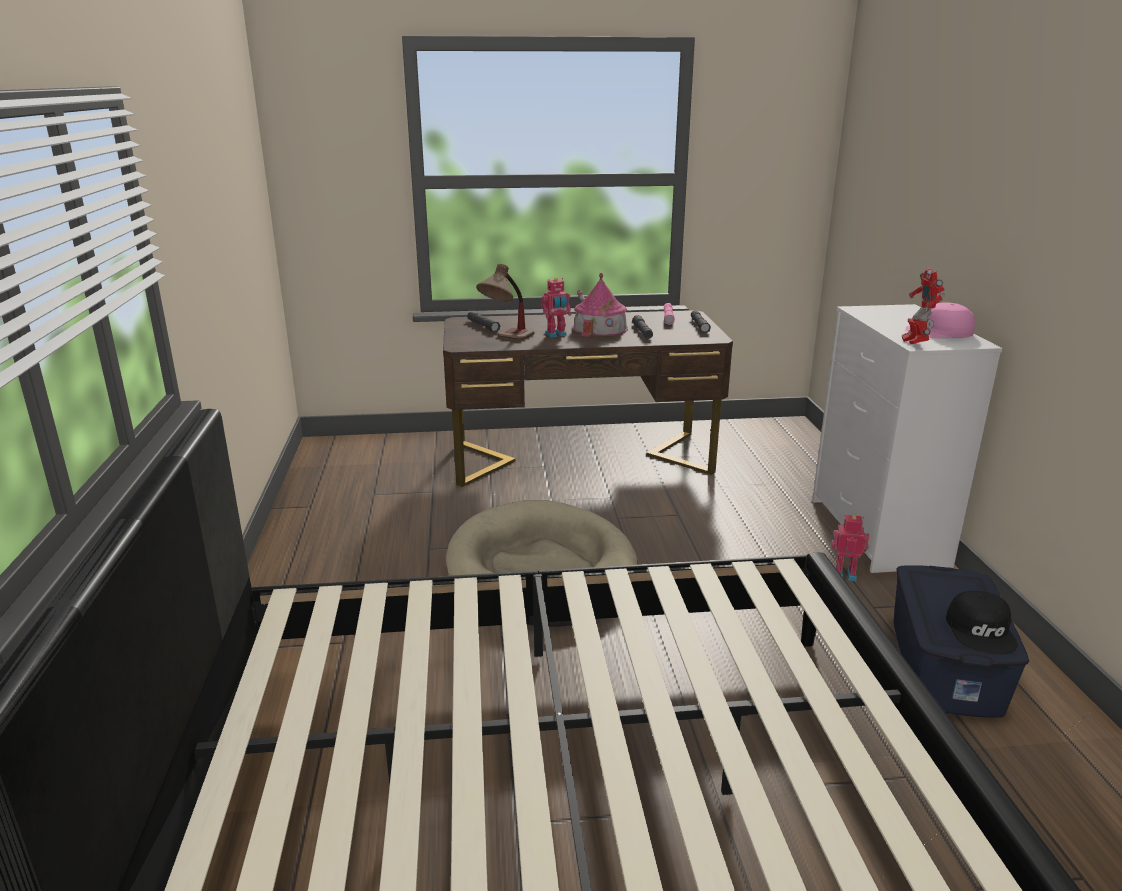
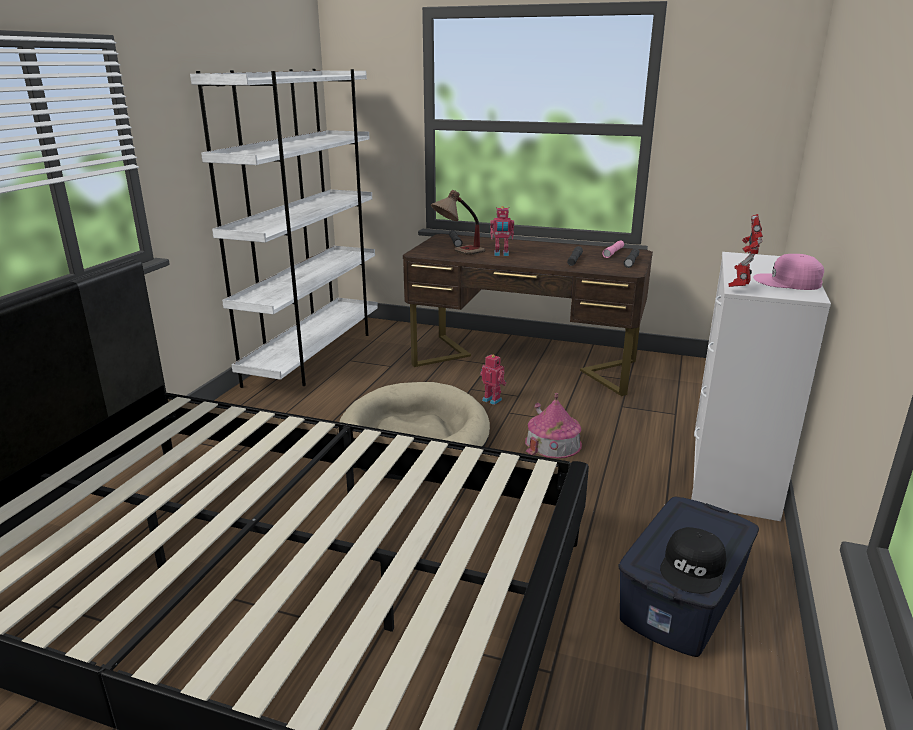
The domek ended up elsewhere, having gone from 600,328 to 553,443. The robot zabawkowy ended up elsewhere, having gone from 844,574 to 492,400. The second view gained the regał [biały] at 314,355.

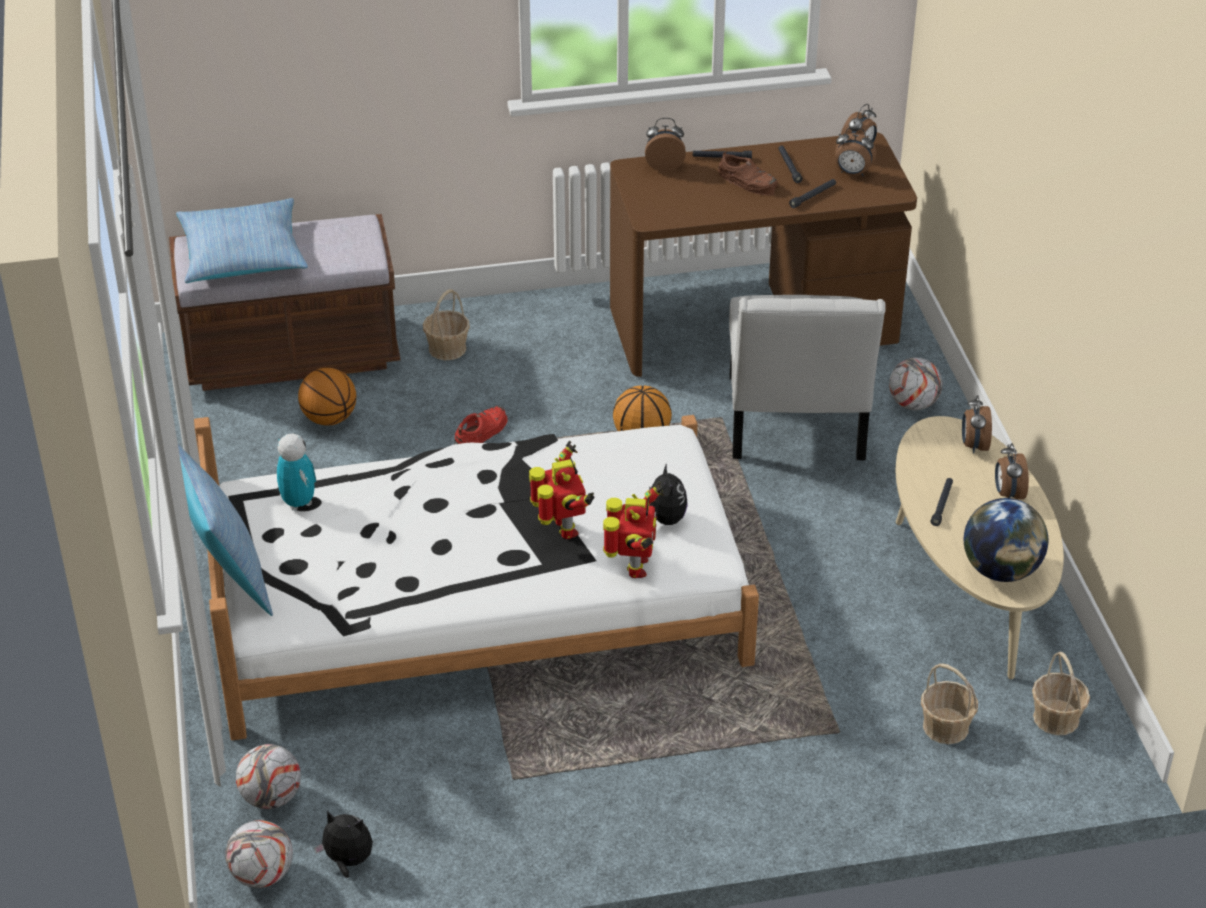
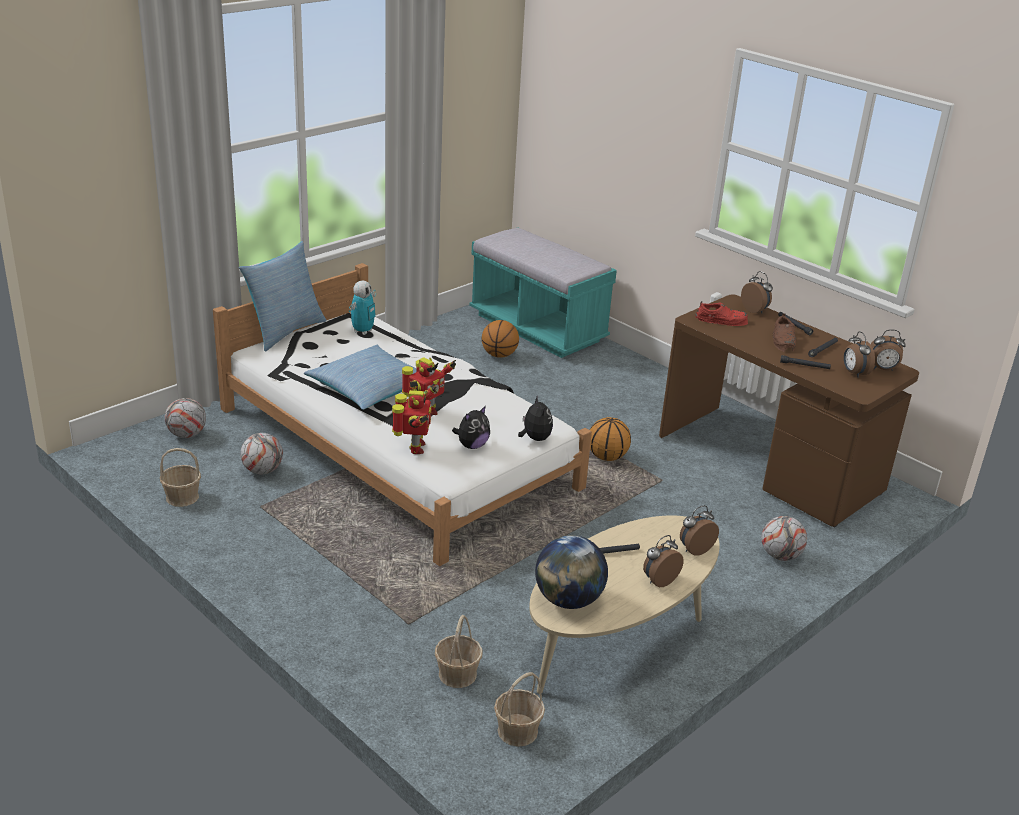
The poduszka ended up elsewhere, having gone from 242,254 to 370,388. What was the ławka [brązowy] at 291,354 turned into the ławka [turkusowy] at 537,328. The koszyk ended up elsewhere, having gone from 447,348 to 182,497. The second view lost the krzesło [biały] at 795,424. The but [czerwony] ended up elsewhere, having gone from 481,431 to 721,320. The robot zabawkowy at 634,567 ended up facing another way, 60 degrees counterclockwise from before. The pluszak ended up elsewhere, having gone from 347,861 to 535,438. The piłka futbolowa ended up elsewhere, having gone from 262,875 to 262,471.

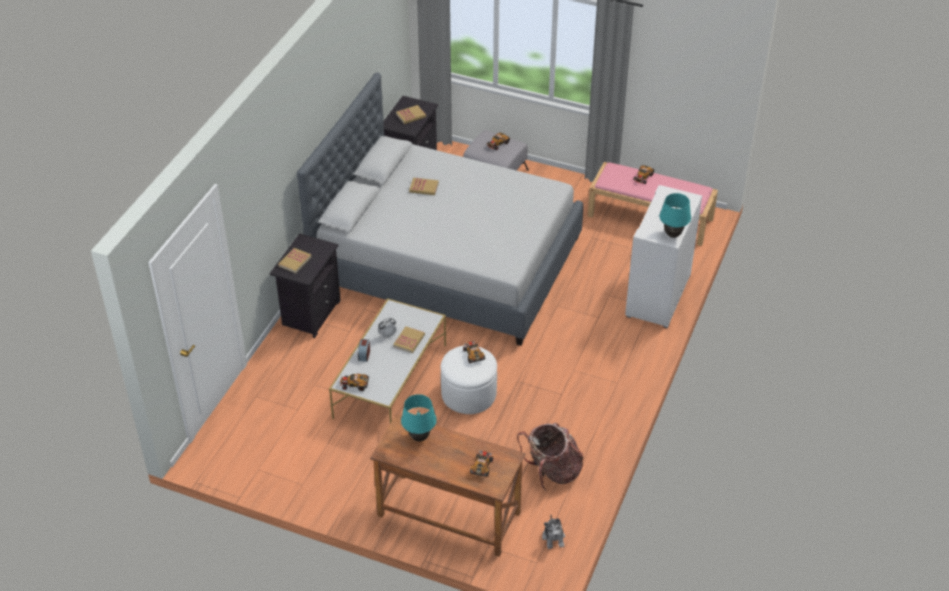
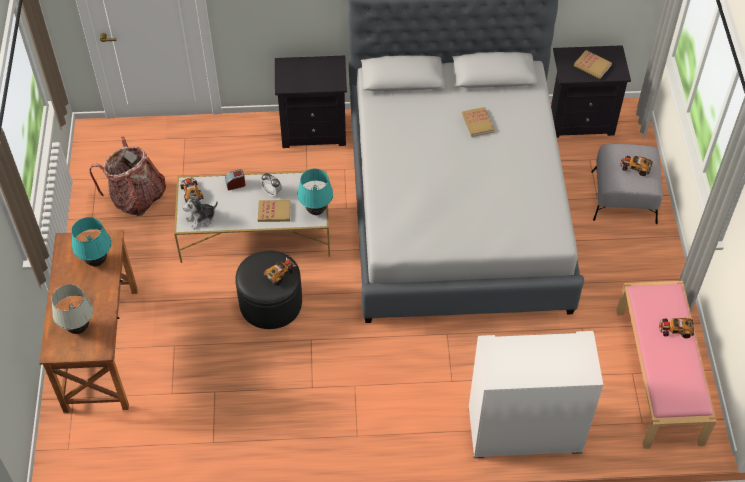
The lampa stołowa [turkusowy] ended up elsewhere, having gone from 673,235 to 316,211. The second view lost the książka at 295,261. What was the pufa [biały] at 468,394 turned into the pufa [czarny] at 271,303. The plecak ended up elsewhere, having gone from 552,471 to 136,197. Where the samochodzik stood at 482,466, the lampa stołowa [biały] came to stand at 78,328. The pluszak ended up elsewhere, having gone from 553,537 to 201,219.

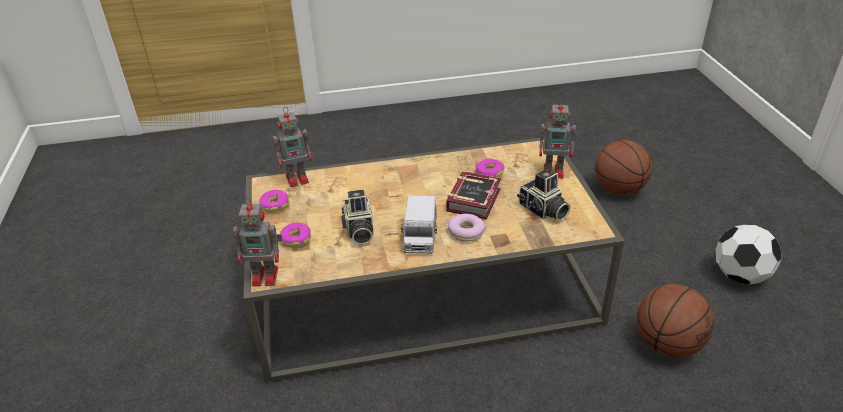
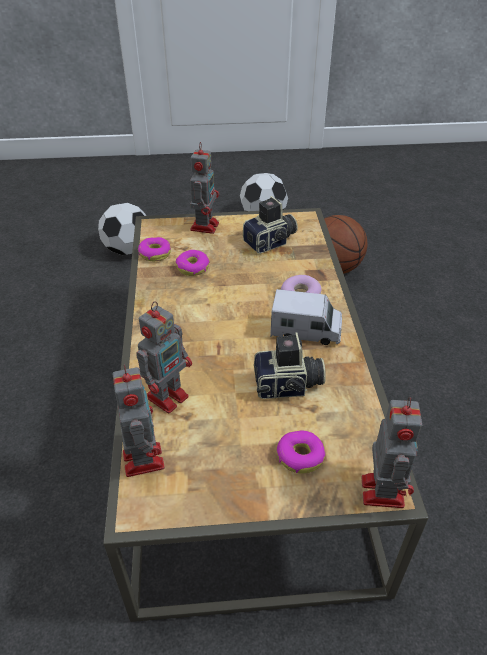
Where the piłka do koszykówki stood at 618,189, the piłka futbolowa came to stand at 128,250. The second view lost the książka at 476,199. The donut ended up elsewhere, having gone from 274,205 to 155,253. The second view gained the robot zabawkowy at 168,395.

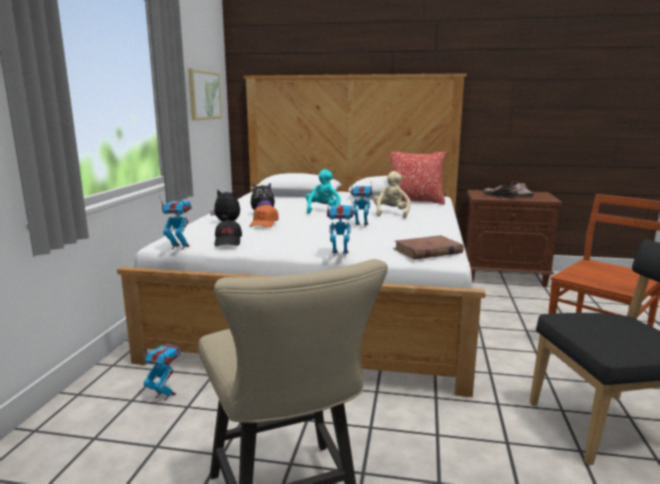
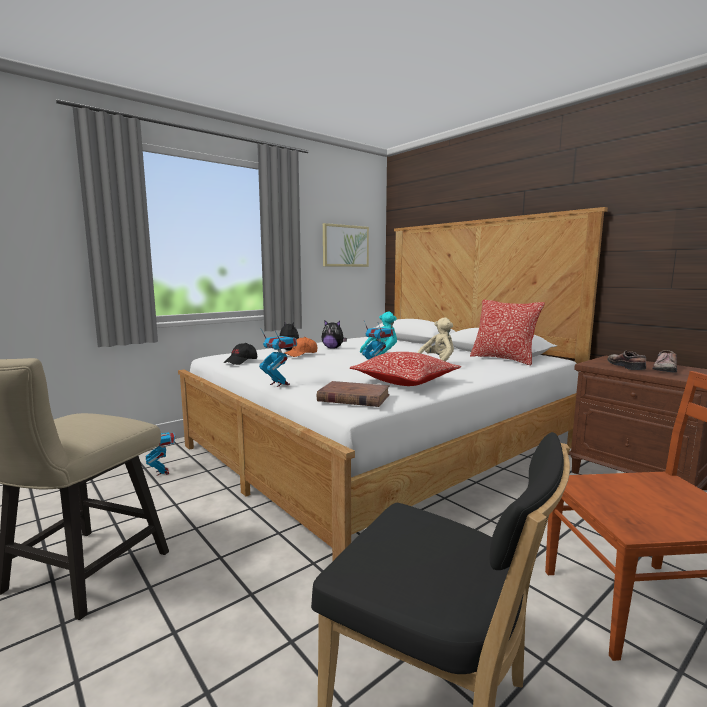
The second view lost the robot zabawkowy at 179,247. The second view gained the poduszka at 405,381.

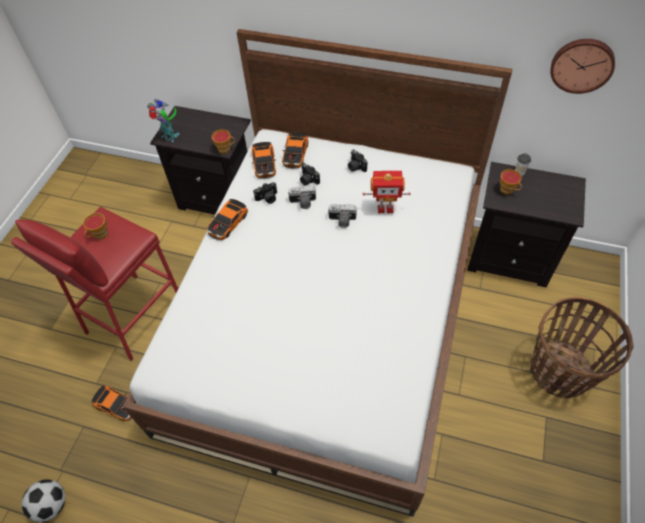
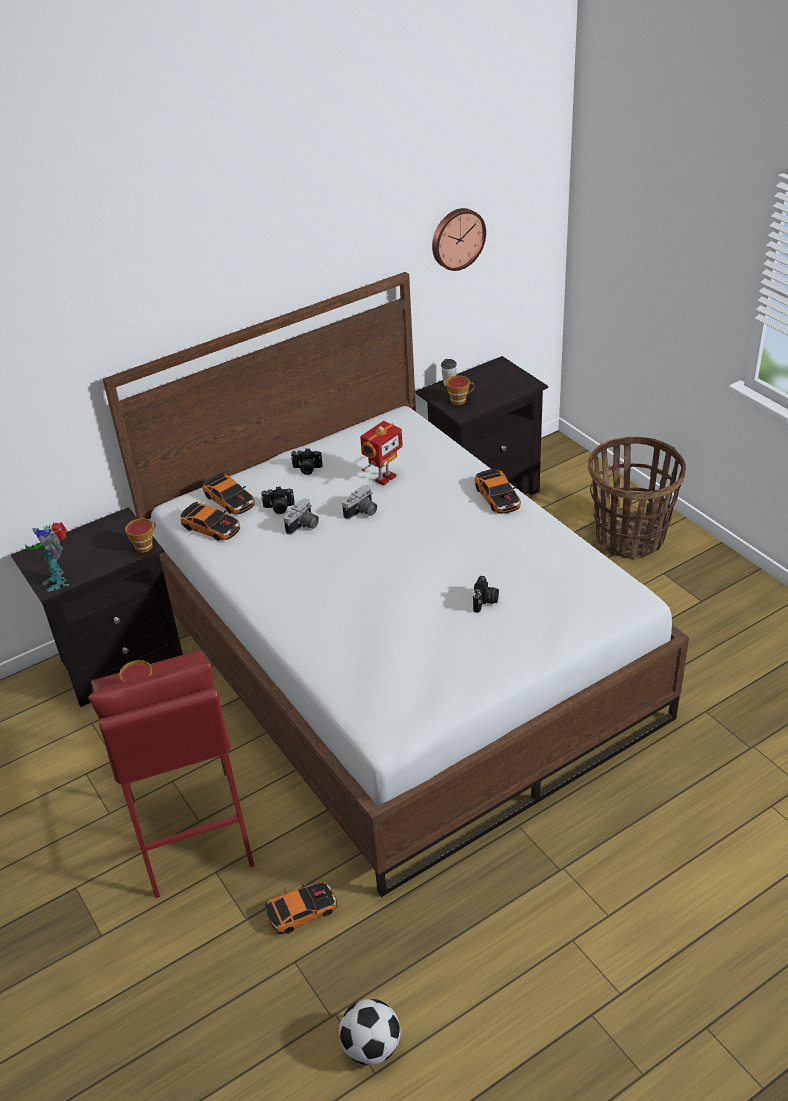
The robot zabawkowy at 170,137 ended up facing another way, 105 degrees counterclockwise from before. The aparat fotograficzny ended up elsewhere, having gone from 267,198 to 485,601. The samochodzik ended up elsewhere, having gone from 228,223 to 498,496.

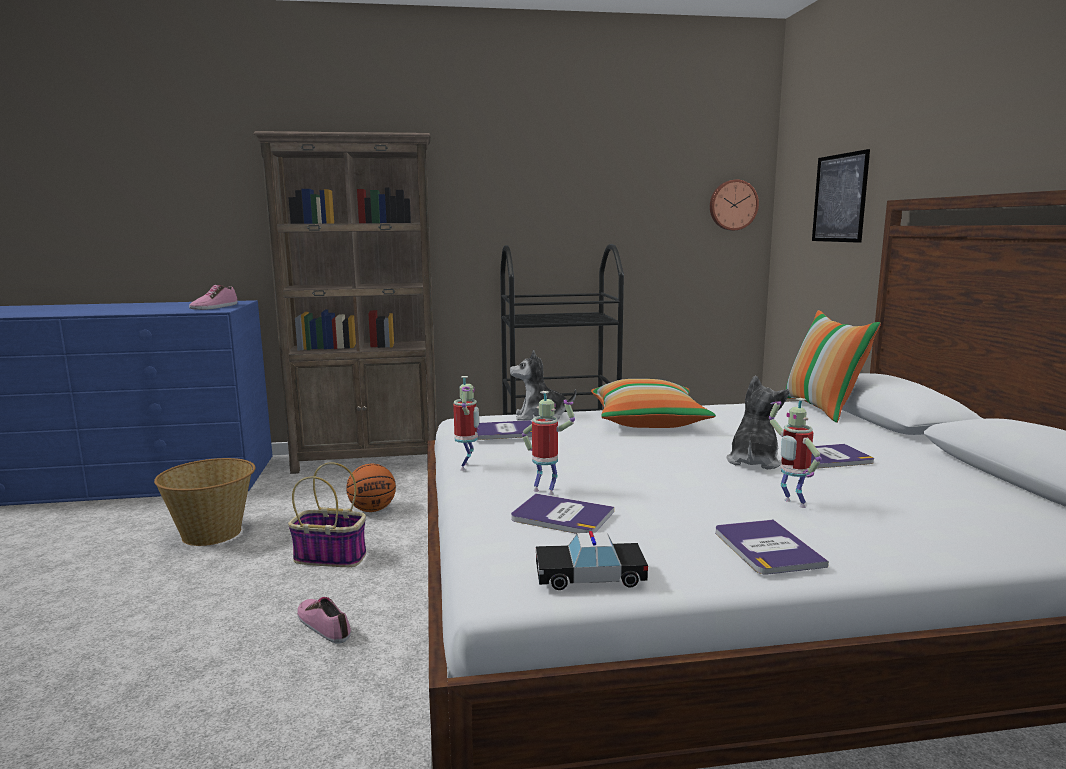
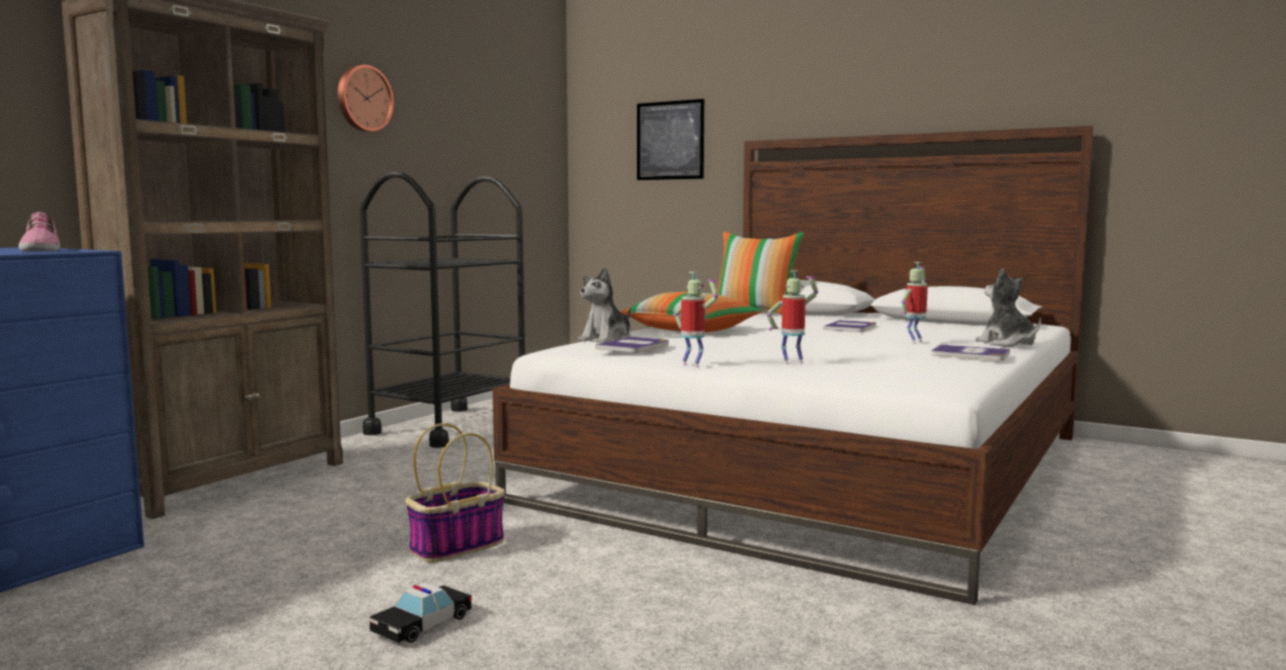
The zegar ścienny ended up elsewhere, having gone from 732,205 to 363,98. The pluszak ended up elsewhere, having gone from 753,461 to 1007,344. The robot zabawkowy at 791,504 ended up facing another way, 120 degrees clockwise from before. The second view lost the koszyk at 213,533. The second view lost the piłka do koszykówki at 372,510. The second view lost the książka at 561,516. The samochodzik ended up elsewhere, having gone from 590,576 to 422,624. The second view lost the but at 324,625.

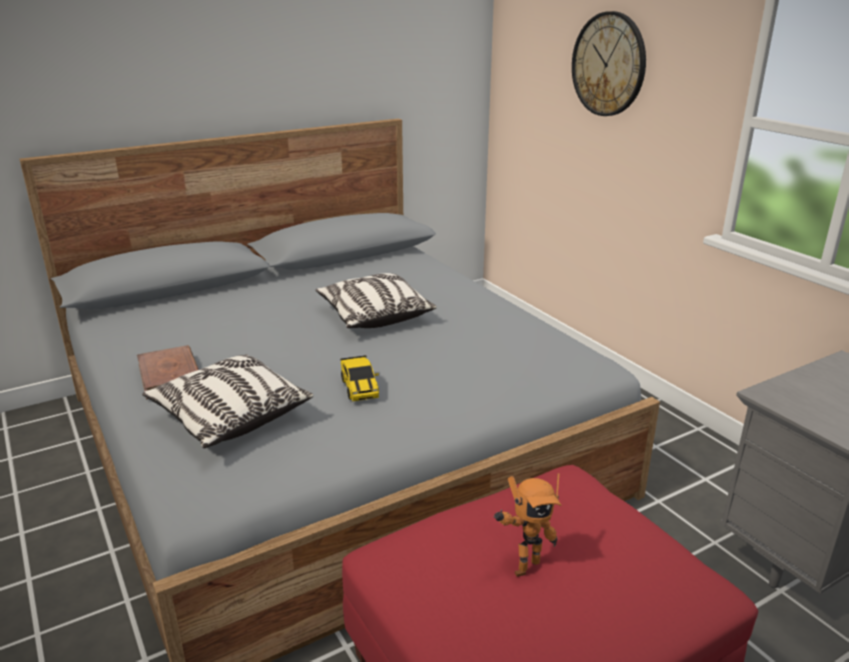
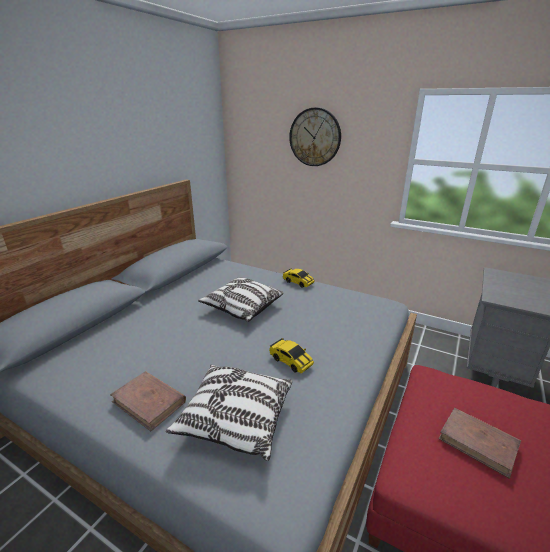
Where the robot zabawkowy stood at 523,565, the książka [brązowy] came to stand at 478,443. The second view gained the samochodzik at 298,282.

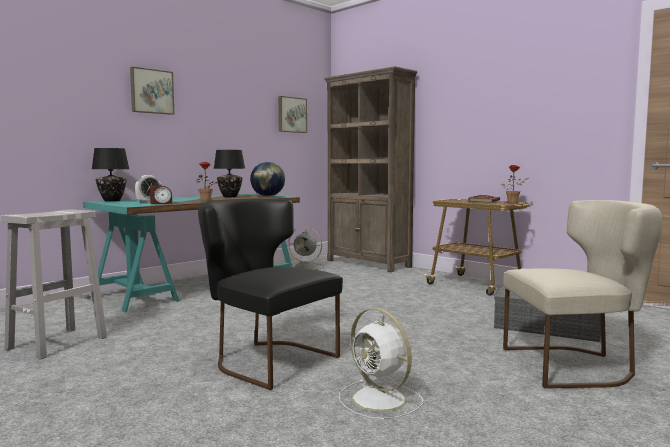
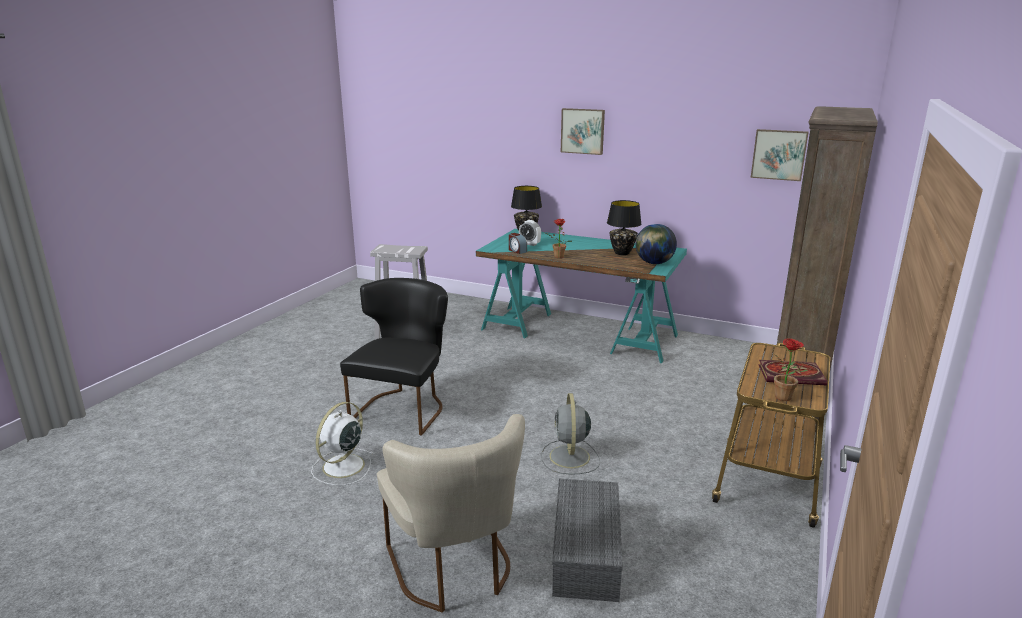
The wentylator [szary] ended up elsewhere, having gone from 306,267 to 569,458.

